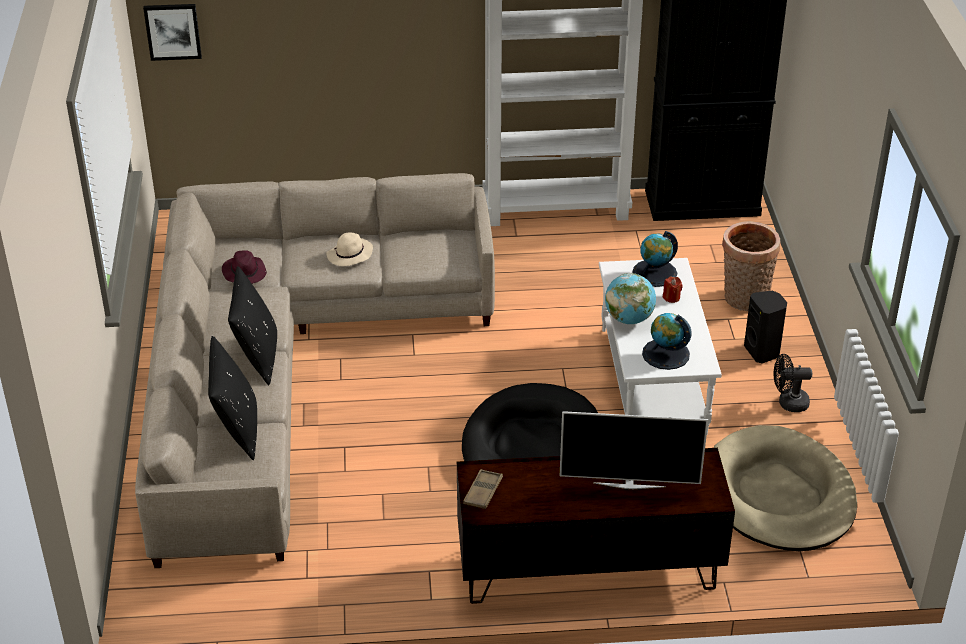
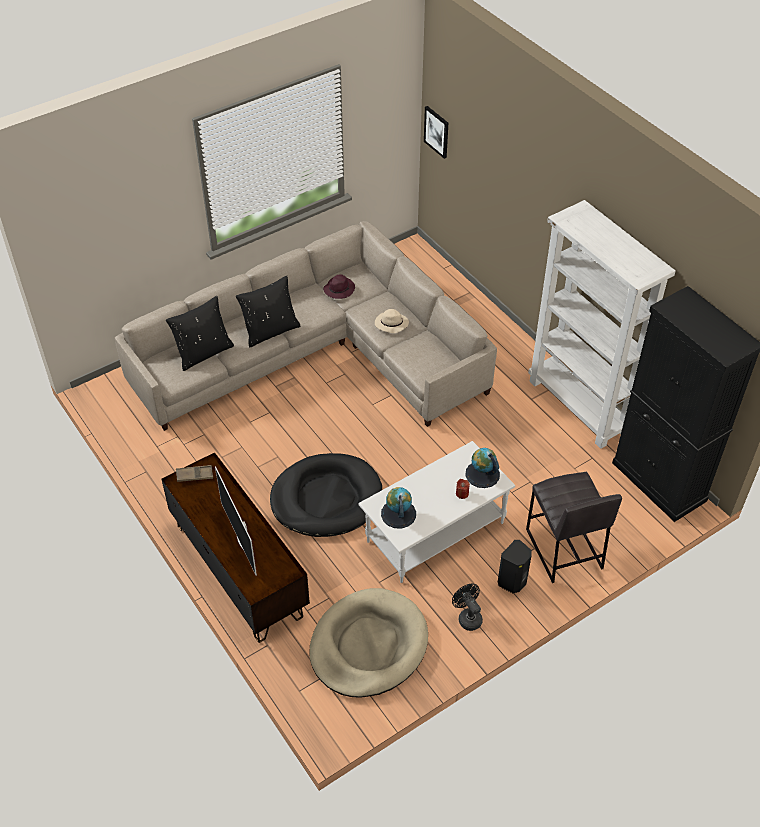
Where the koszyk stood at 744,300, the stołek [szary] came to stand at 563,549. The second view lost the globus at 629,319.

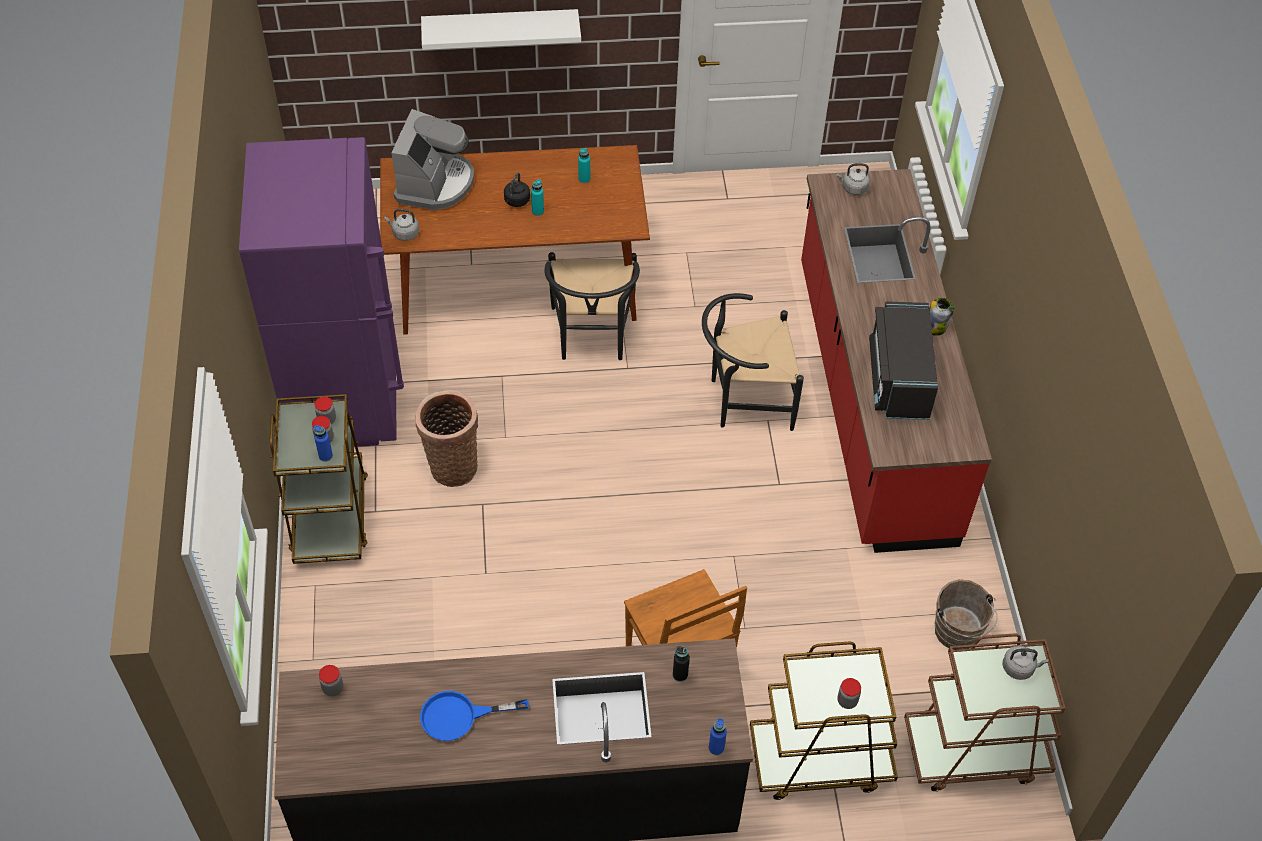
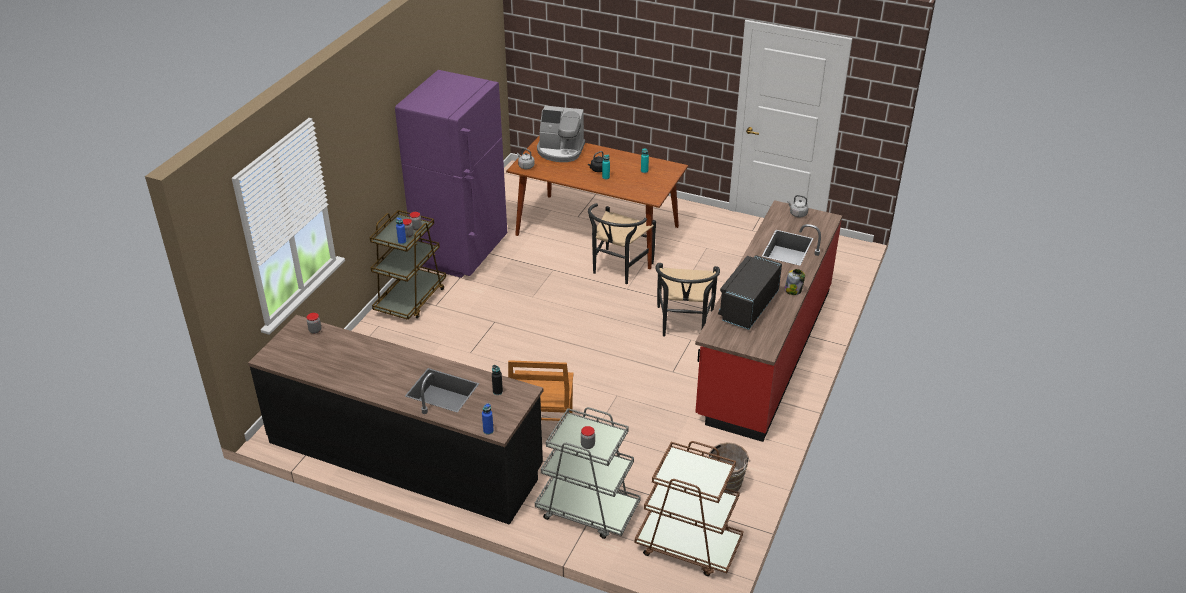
The second view lost the półka [biały] at 500,28. The ekspres do kawy at 435,184 ended up facing another way, 60 degrees clockwise from before. The krzesło [czarny] at 744,400 ended up facing another way, 105 degrees counterclockwise from before. The second view lost the koszyk at 452,465. What was the wózek [brązowy] at 819,759 turned into the wózek [szary] at 587,510. The second view lost the czajnik [szary] at 1019,668. The second view lost the patelnia [niebieski] at 459,716.

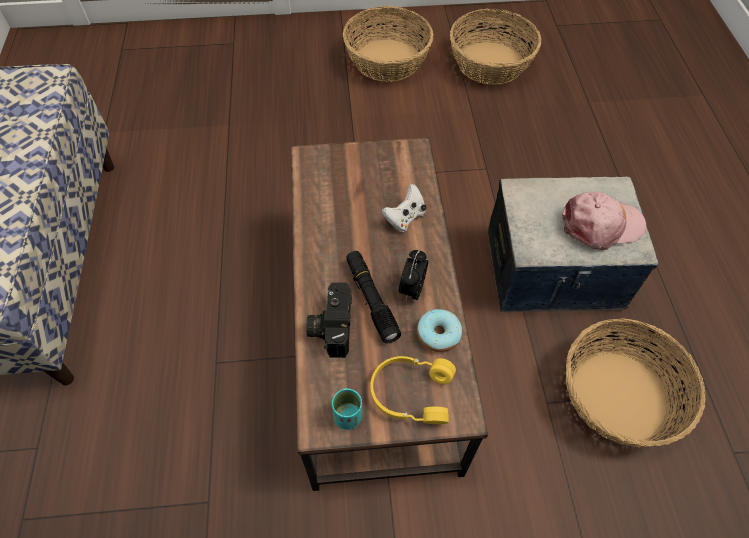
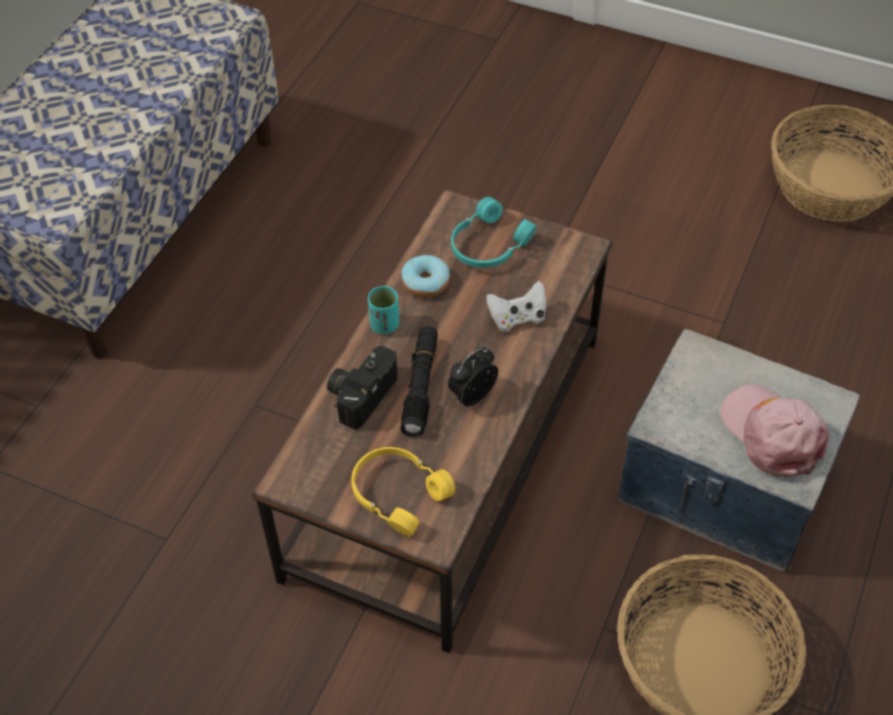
The second view lost the koszyk at 387,60. The czapka z daszkiem [różowy] at 601,225 ended up facing another way, 135 degrees counterclockwise from before. The donut ended up elsewhere, having gone from 438,334 to 425,282. The filiżanka [turkusowy] ended up elsewhere, having gone from 348,417 to 384,325. The second view gained the słuchawki [turkusowy] at 488,245.

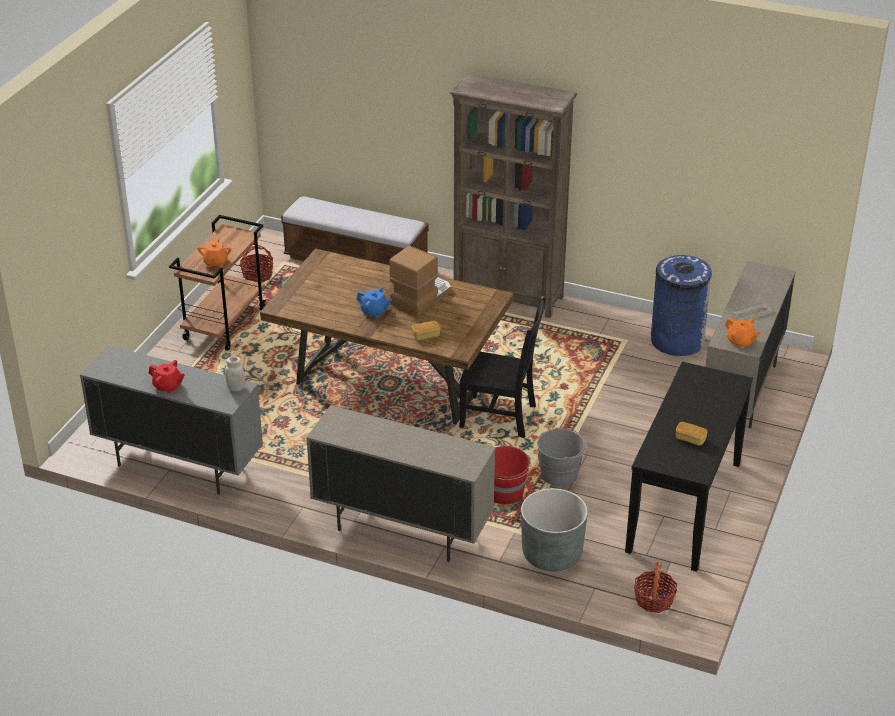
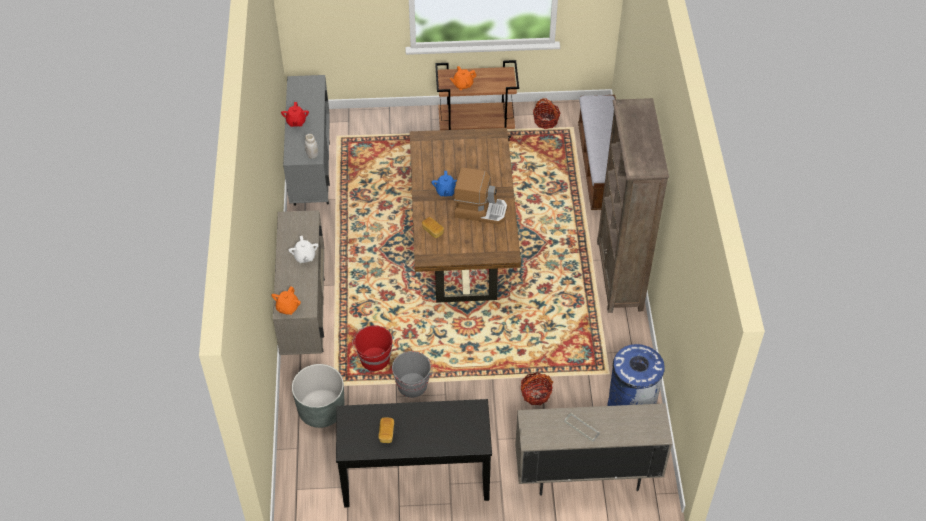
The second view lost the krzesło [czarny] at 501,417. The imbryk [pomarańczowy] ended up elsewhere, having gone from 740,342 to 287,308. The koszyk ended up elsewhere, having gone from 654,600 to 535,394. The second view gained the imbryk [biały] at 304,257.

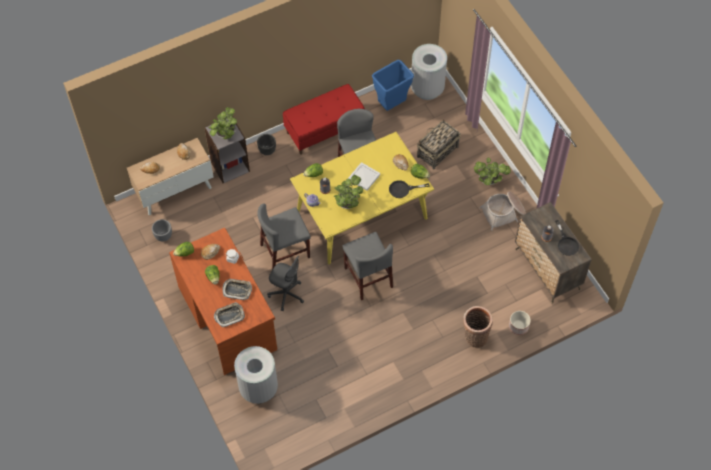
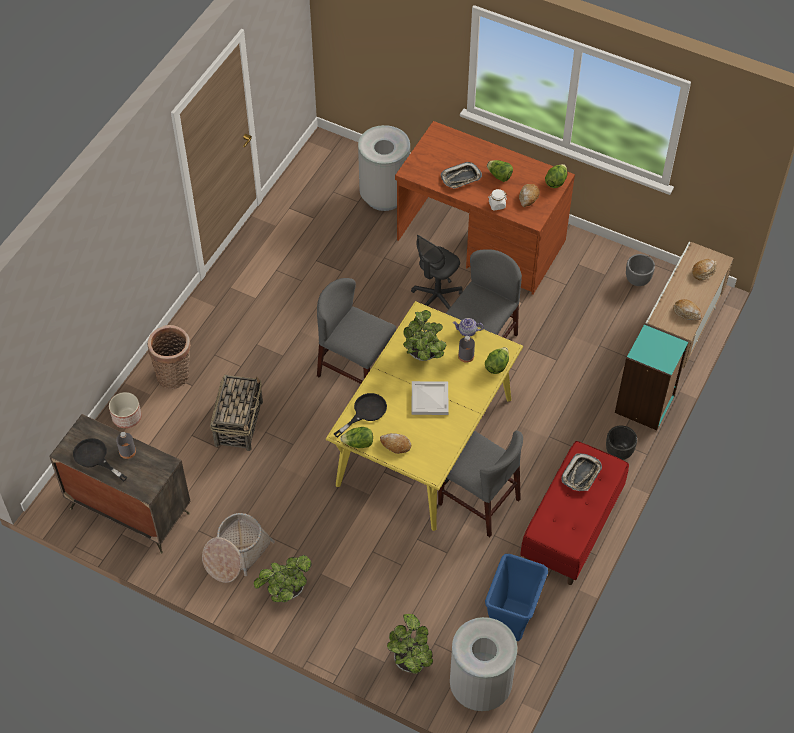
The roślina doniczkowa ended up elsewhere, having gone from 225,135 to 410,659. What was the regał [szary] at 230,166 turned into the regał [turkusowy] at 645,404. The koszyk ended up elsewhere, having gone from 437,152 to 239,422. The krzesło biurowe [szary] at 286,294 ended up facing another way, 45 degrees counterclockwise from before. The taca ended up elsewhere, having gone from 229,315 to 581,474.

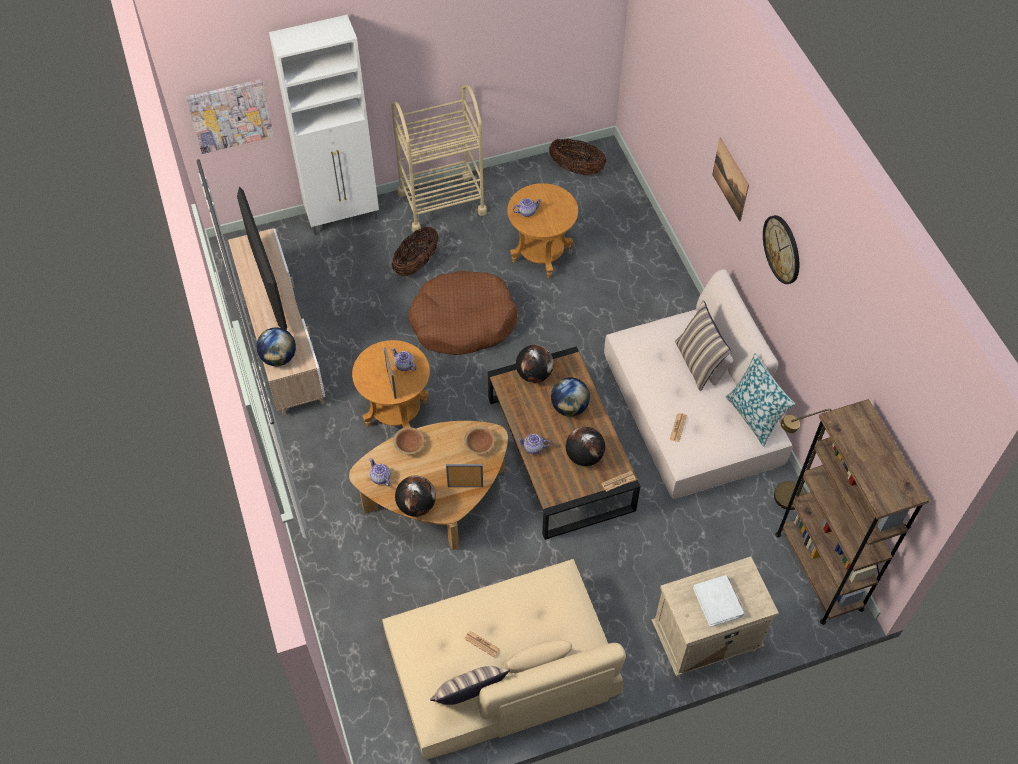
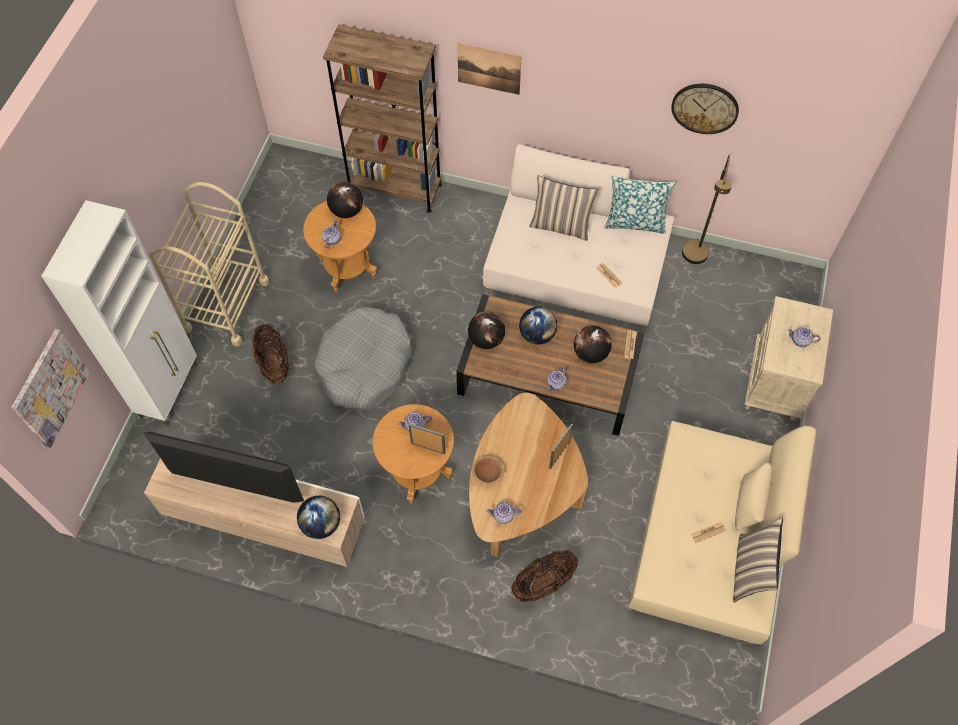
The koszyk ended up elsewhere, having gone from 576,169 to 543,582. The zegar ścienny ended up elsewhere, having gone from 782,249 to 705,108. What was the legowisko [brązowy] at 463,321 turned into the legowisko [szary] at 365,366. The regał [brązowy] ended up elsewhere, having gone from 818,571 to 395,188. The second view lost the miska [brązowy] at 479,445. The globus ended up elsewhere, having gone from 416,505 to 346,211. Where the książka [biały] stood at 718,602, the imbryk came to stand at 800,341.

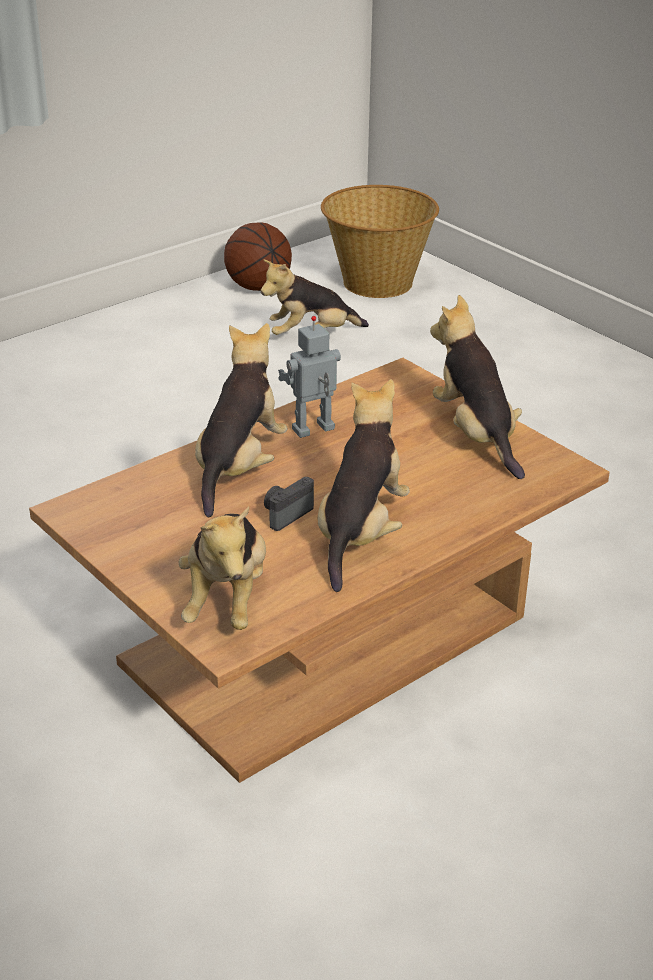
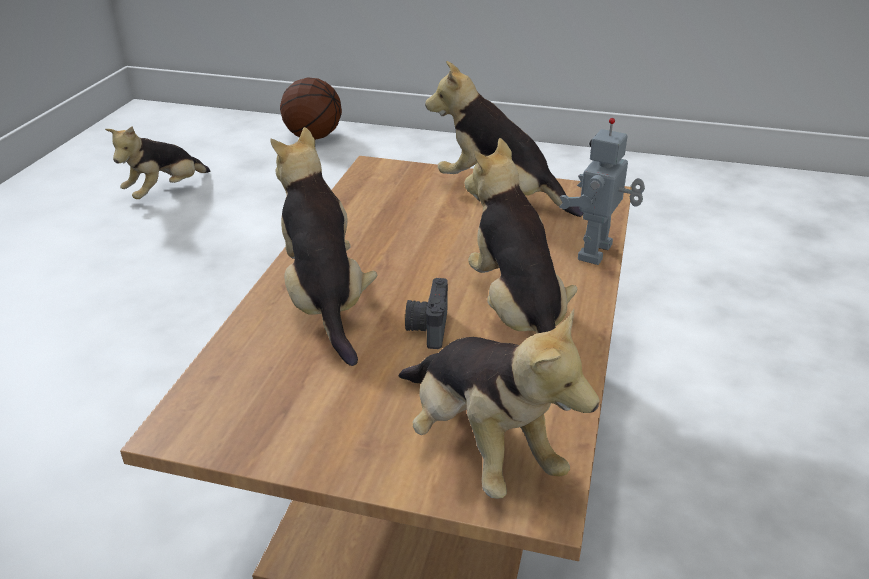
The second view lost the koszyk at 377,283. The piłka do koszykówki ended up elsewhere, having gone from 257,287 to 312,137. The robot zabawkowy ended up elsewhere, having gone from 314,430 to 597,253.

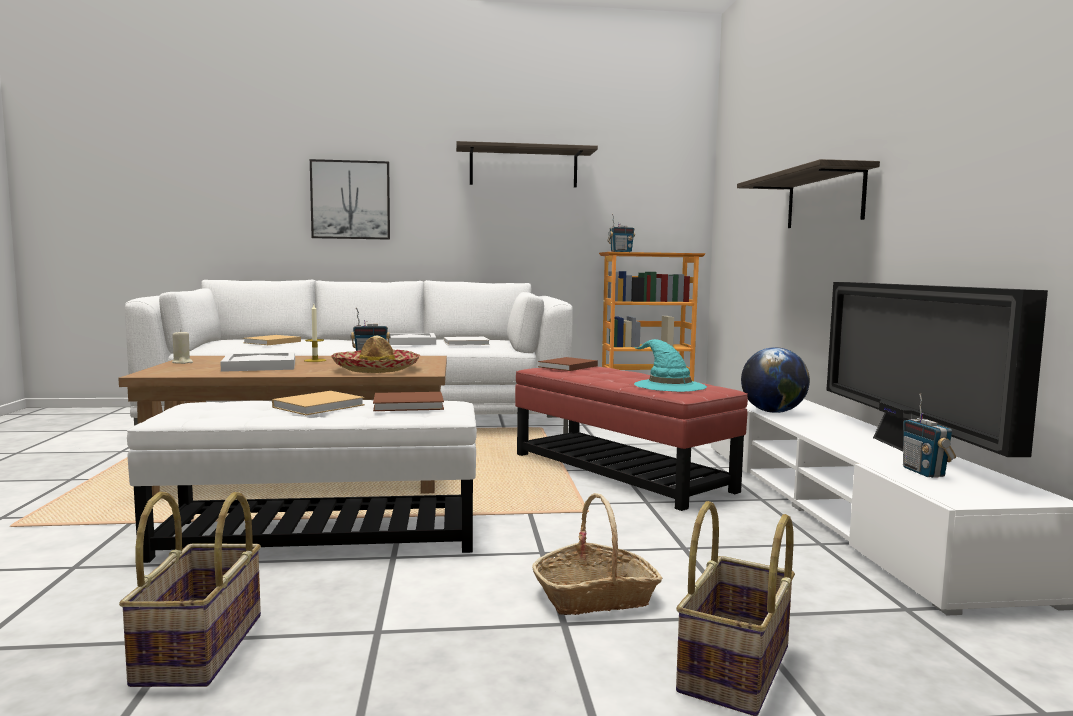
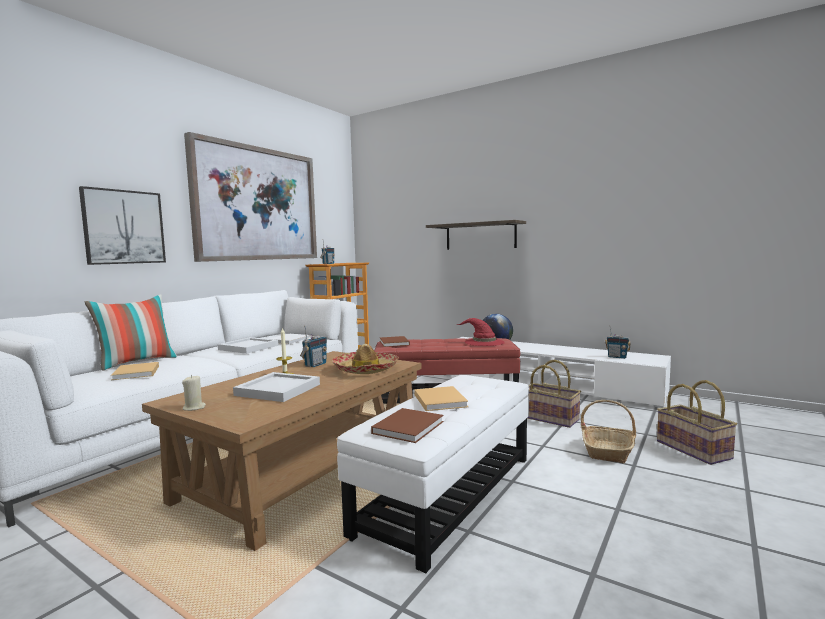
Where the półka hung at 523,168, the obraz came to hang at 257,204. The second view lost the telewizor at 902,447. What was the kapelusz [turkusowy] at 668,385 turned into the kapelusz [czerwony] at 483,342. The książka [brązowy] ended up elsewhere, having gone from 411,405 to 409,426. The koszyk ended up elsewhere, having gone from 202,649 to 551,418. The second view gained the poduszka at 137,362.

